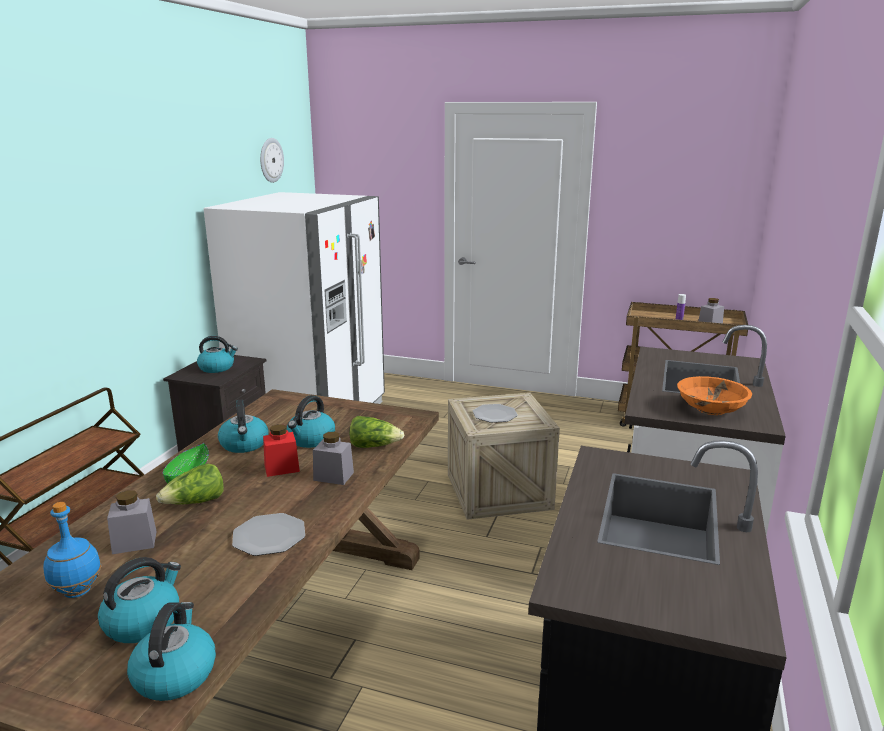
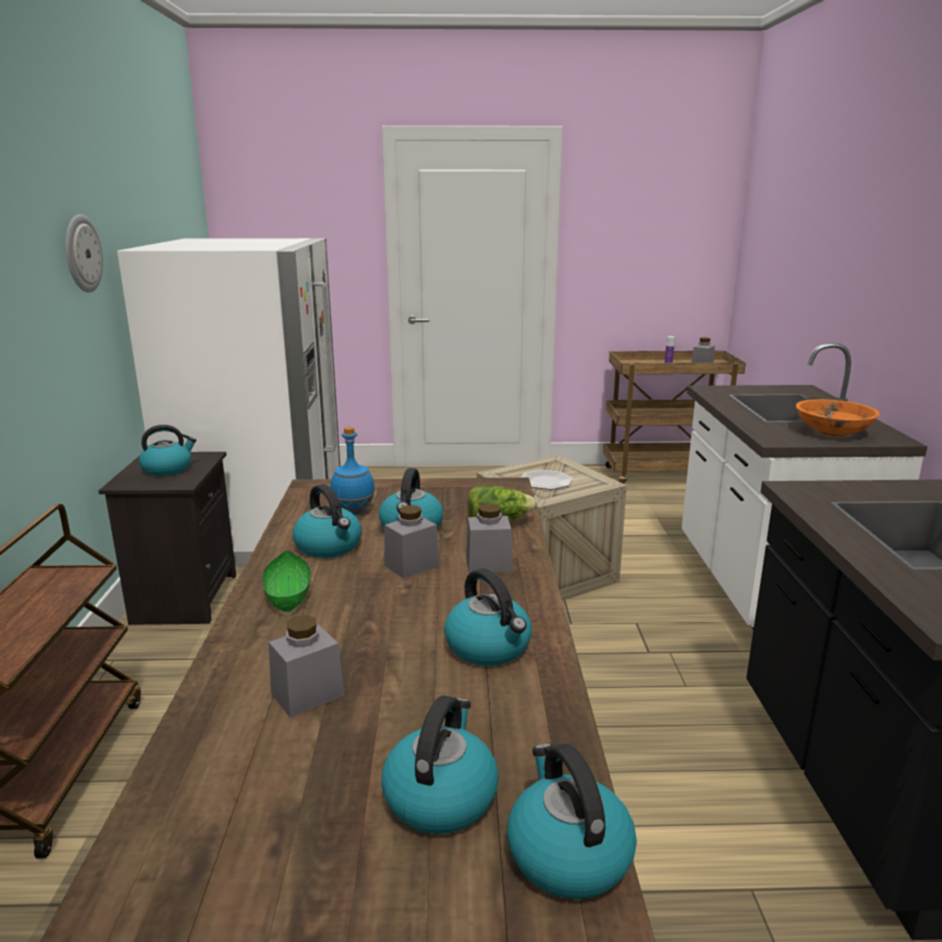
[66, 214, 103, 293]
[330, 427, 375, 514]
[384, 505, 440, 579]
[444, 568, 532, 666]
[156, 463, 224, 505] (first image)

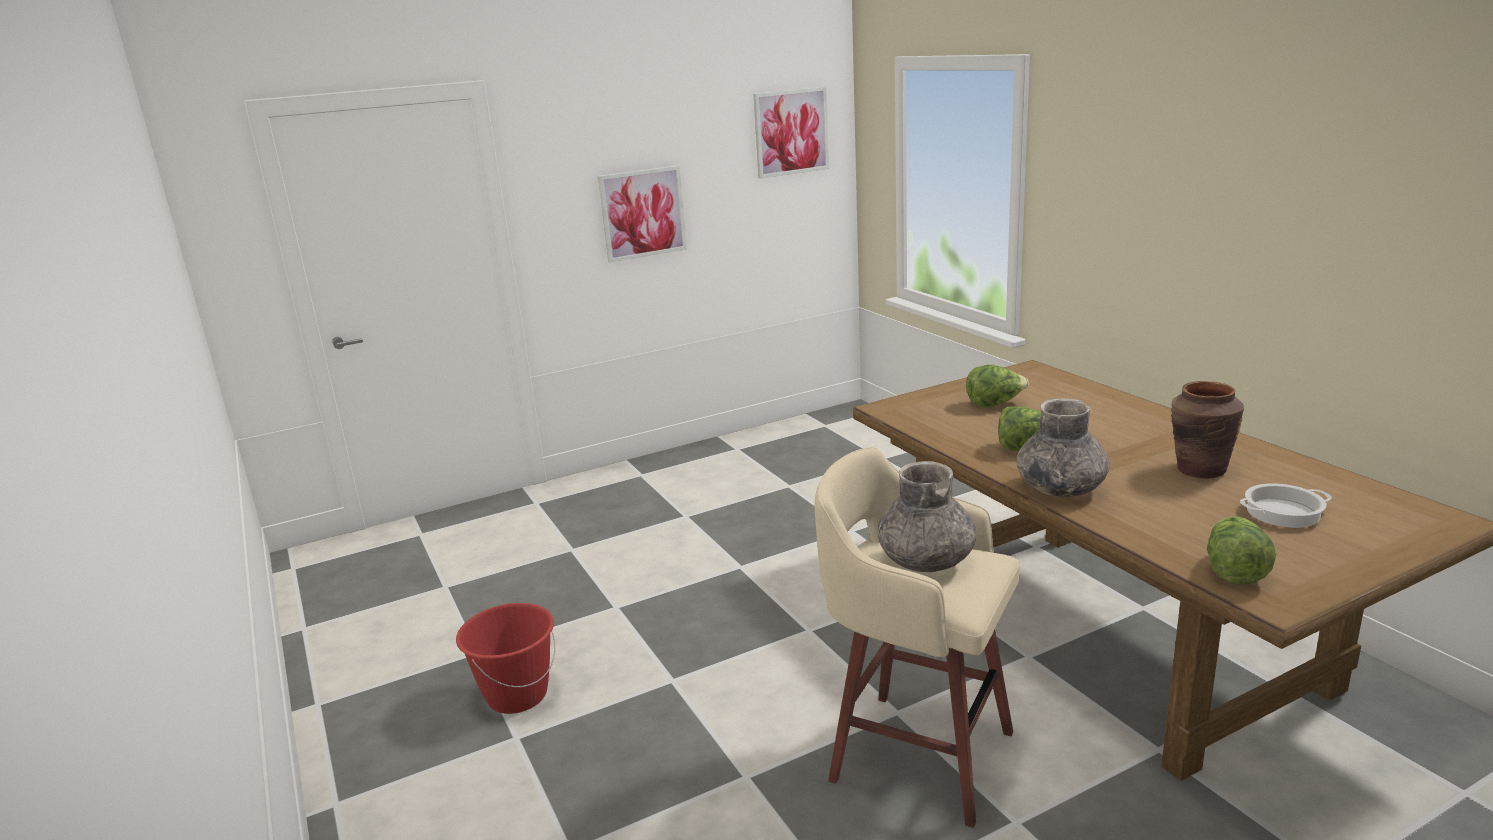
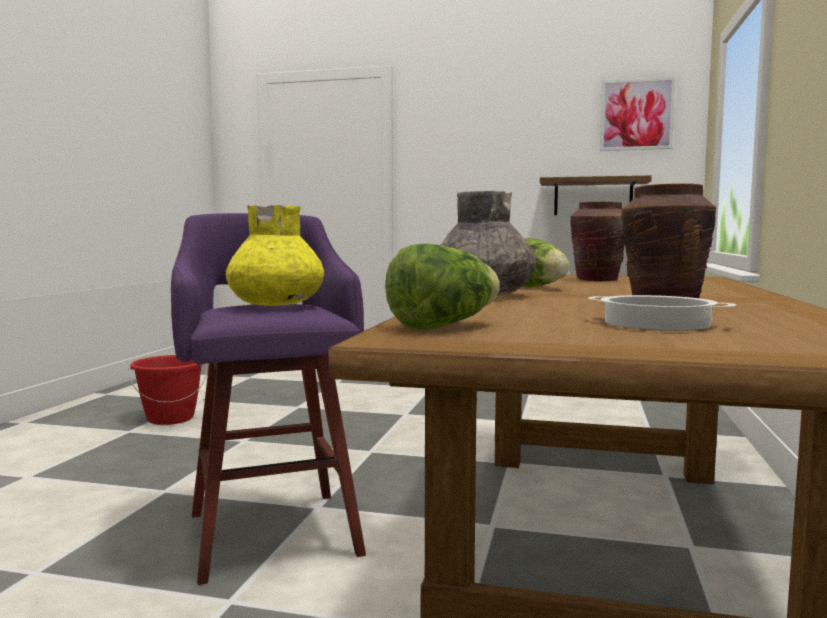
[171, 213, 366, 585]
[226, 205, 324, 306]
[540, 175, 652, 215]
[570, 201, 625, 281]
[598, 166, 687, 262] (first image)

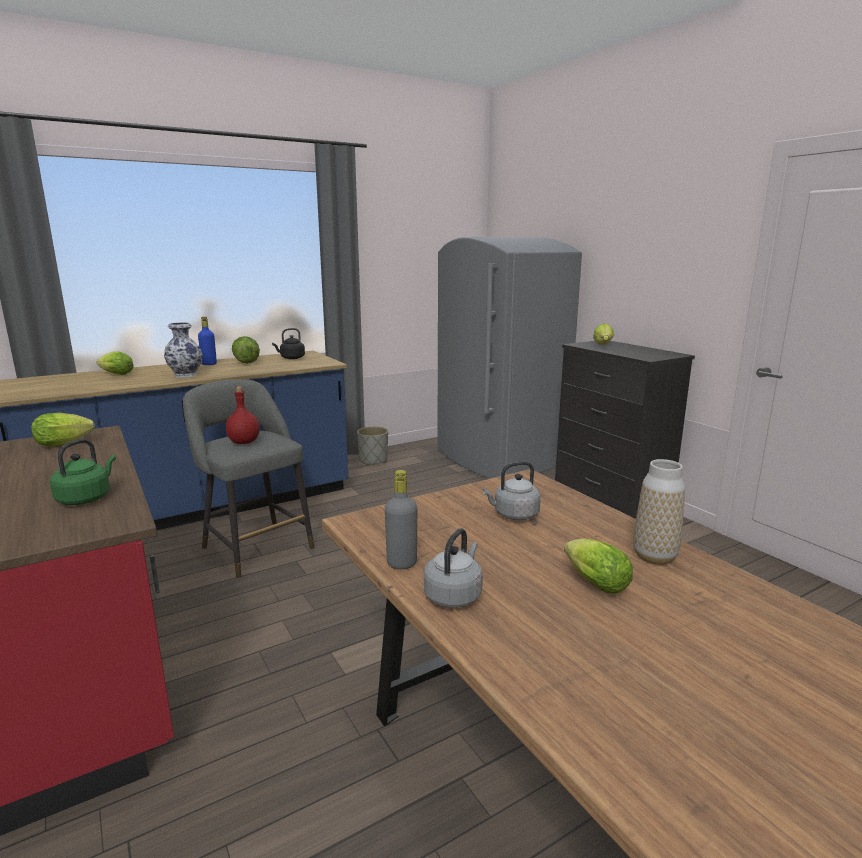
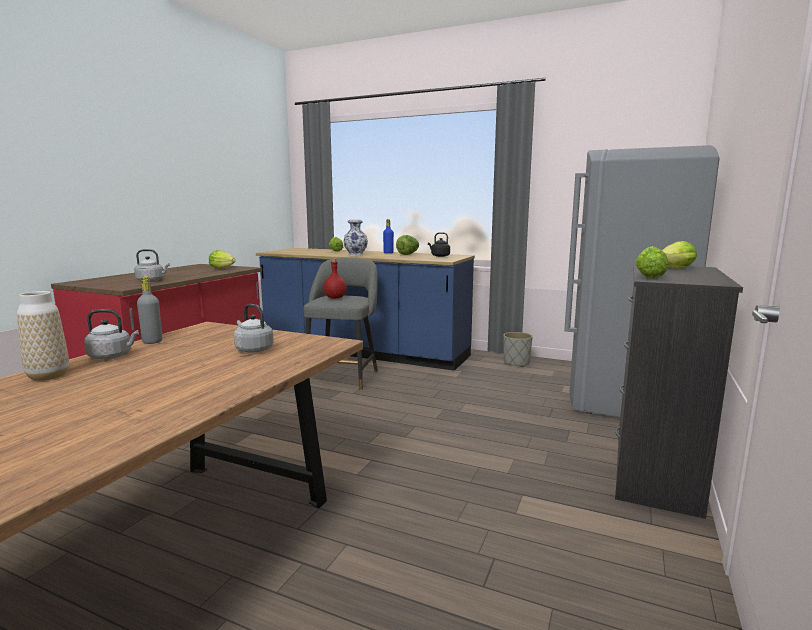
[17, 291, 69, 381]
[135, 249, 170, 282]
[635, 246, 668, 278]

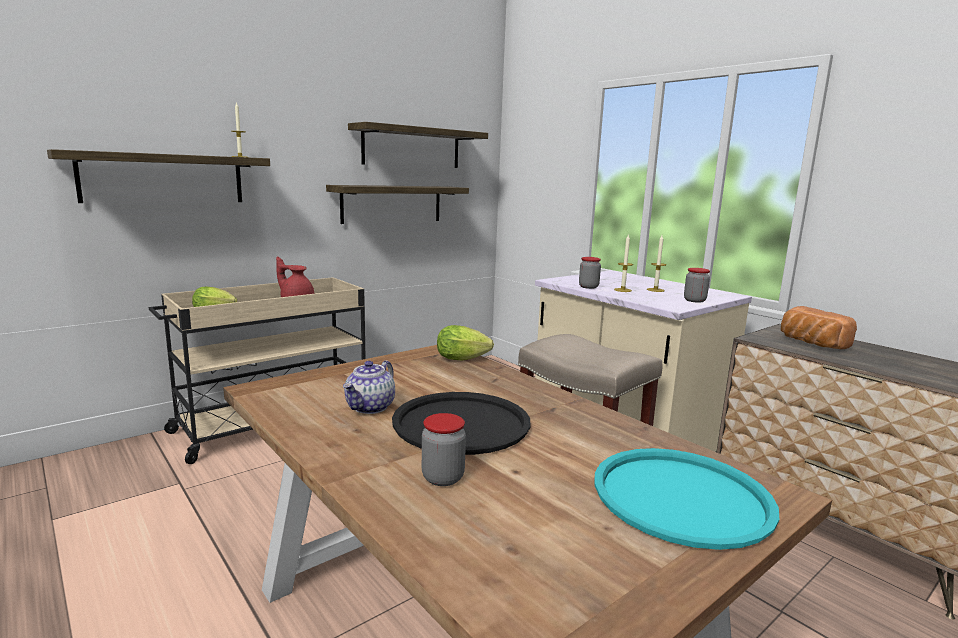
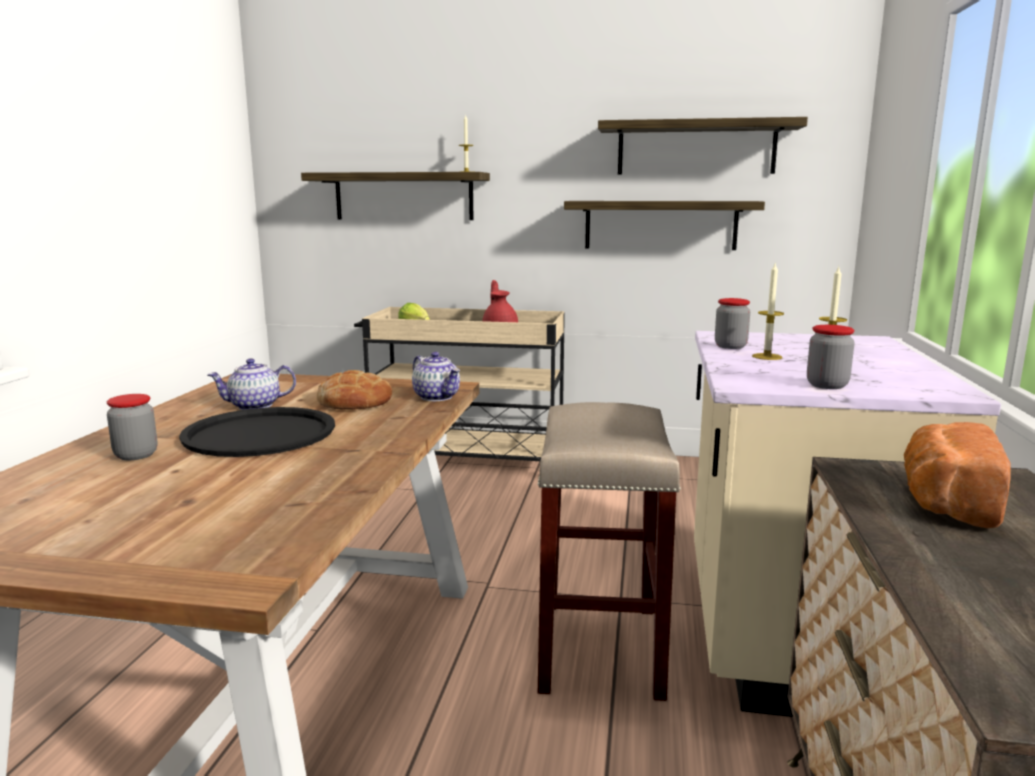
[317, 370, 392, 410]
[412, 352, 460, 401]
[594, 448, 779, 550] (first image)

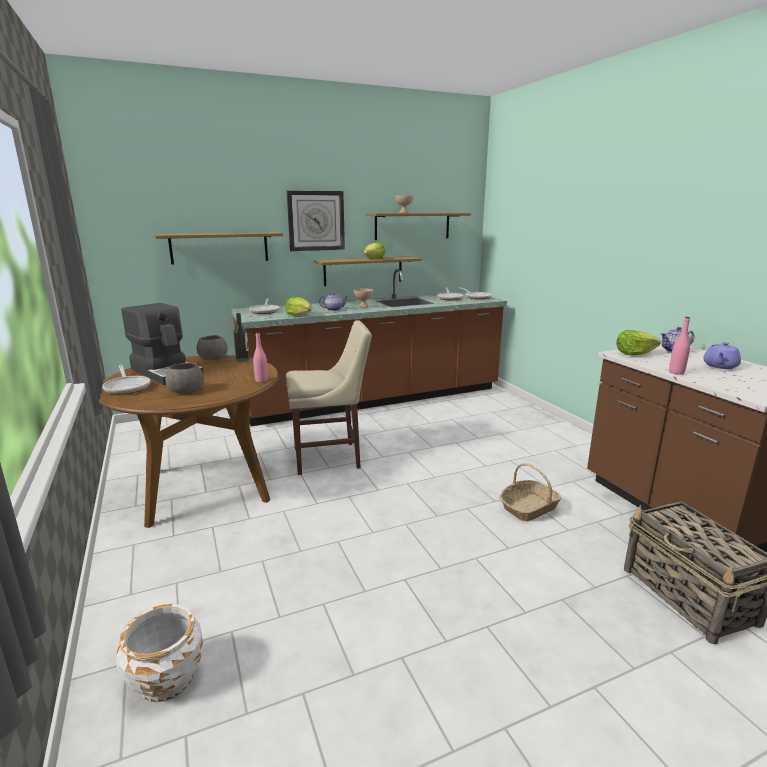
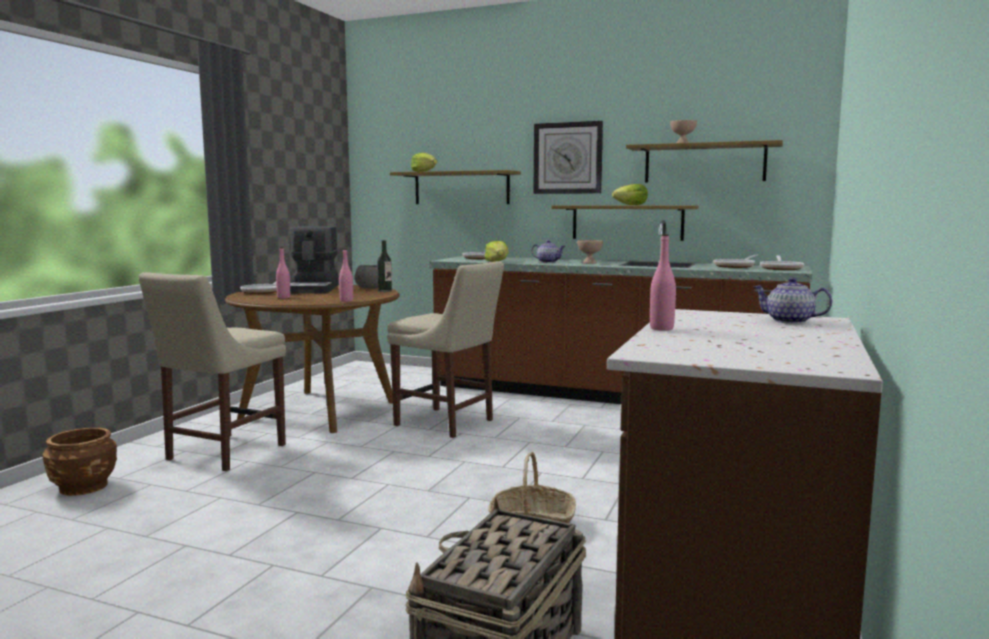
[43, 428, 117, 496]
[138, 272, 286, 471]
[276, 247, 290, 298]
[411, 153, 437, 172]
[703, 342, 741, 369] (first image)

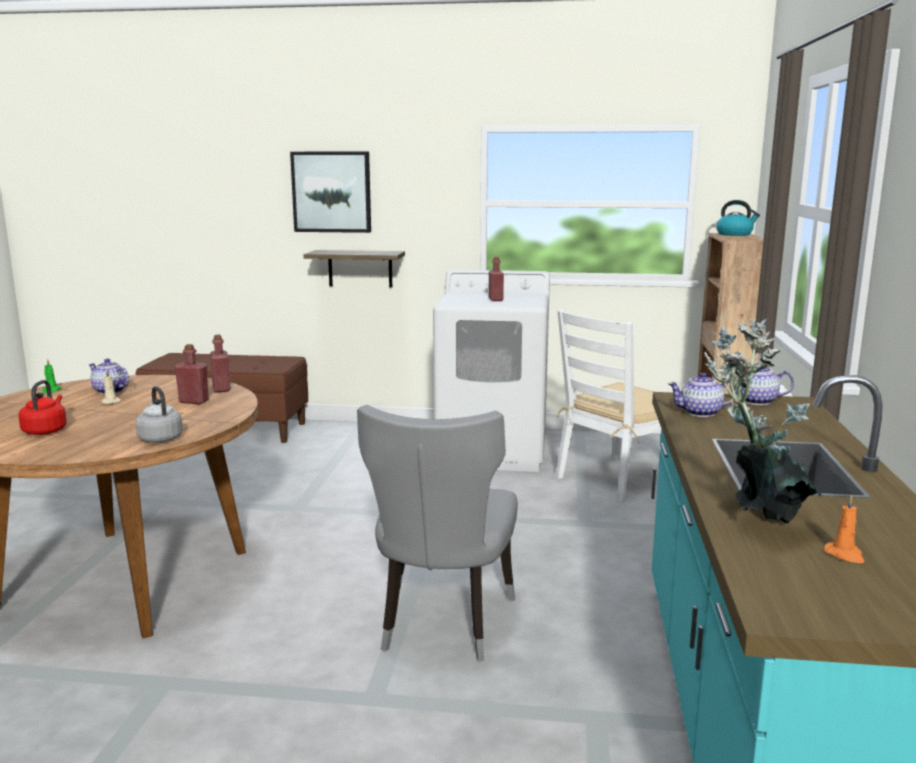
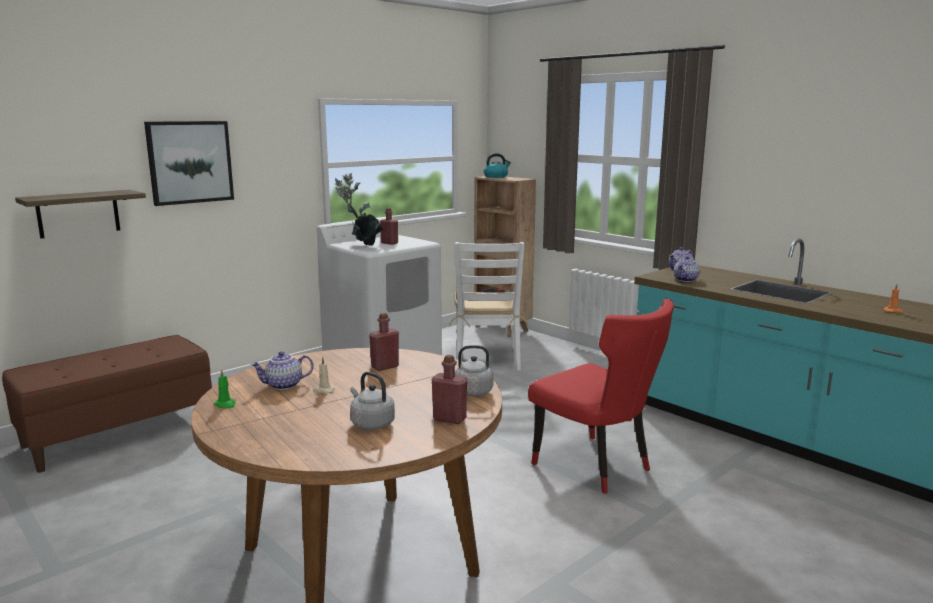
[15, 190, 146, 239]
[334, 173, 383, 246]
[350, 372, 395, 430]
[432, 355, 467, 424]
[528, 299, 674, 494]

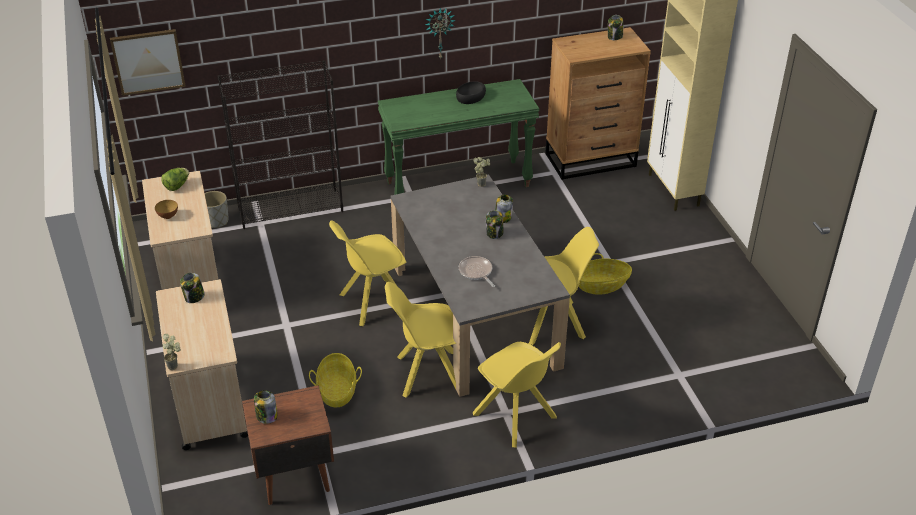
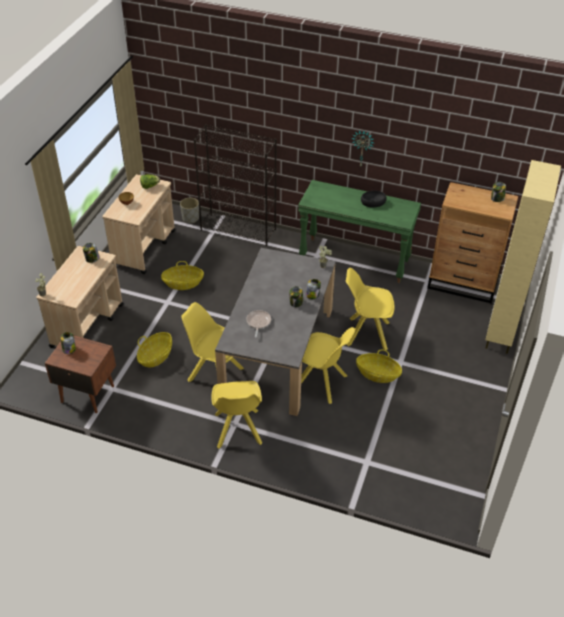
[161, 261, 204, 290]
[346, 268, 395, 350]
[110, 29, 186, 96] (first image)

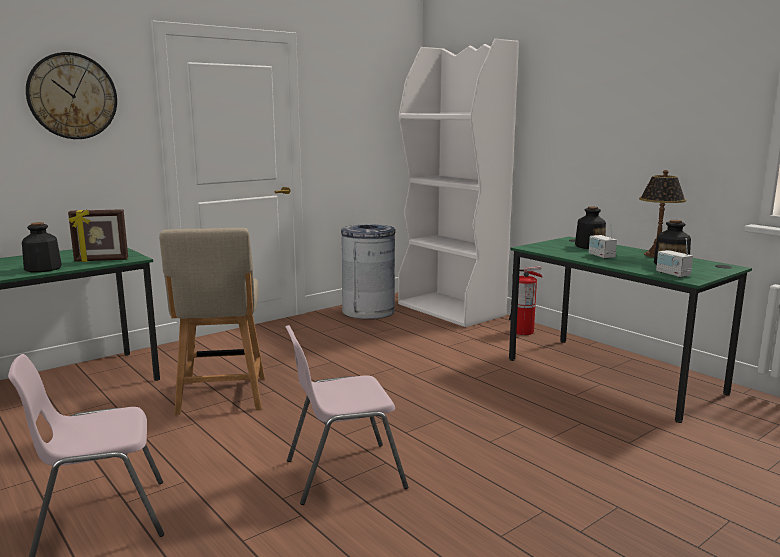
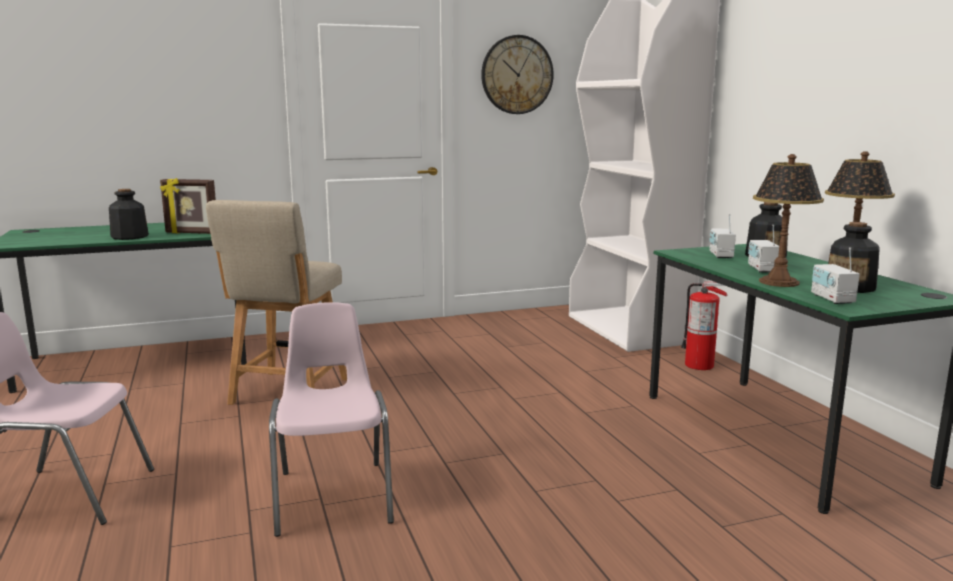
[269, 302, 394, 537]
[481, 35, 554, 114]
[709, 214, 736, 258]
[753, 154, 824, 287]
[341, 224, 395, 319] (first image)

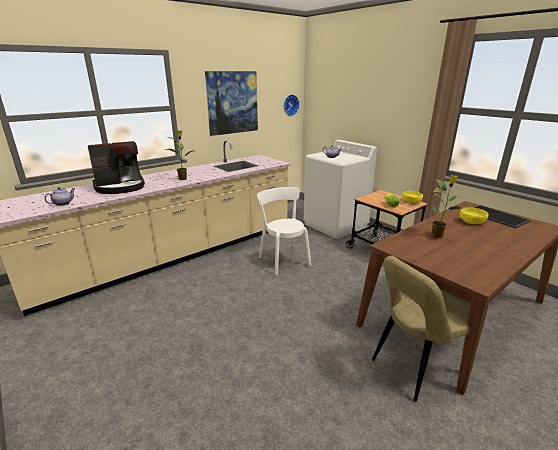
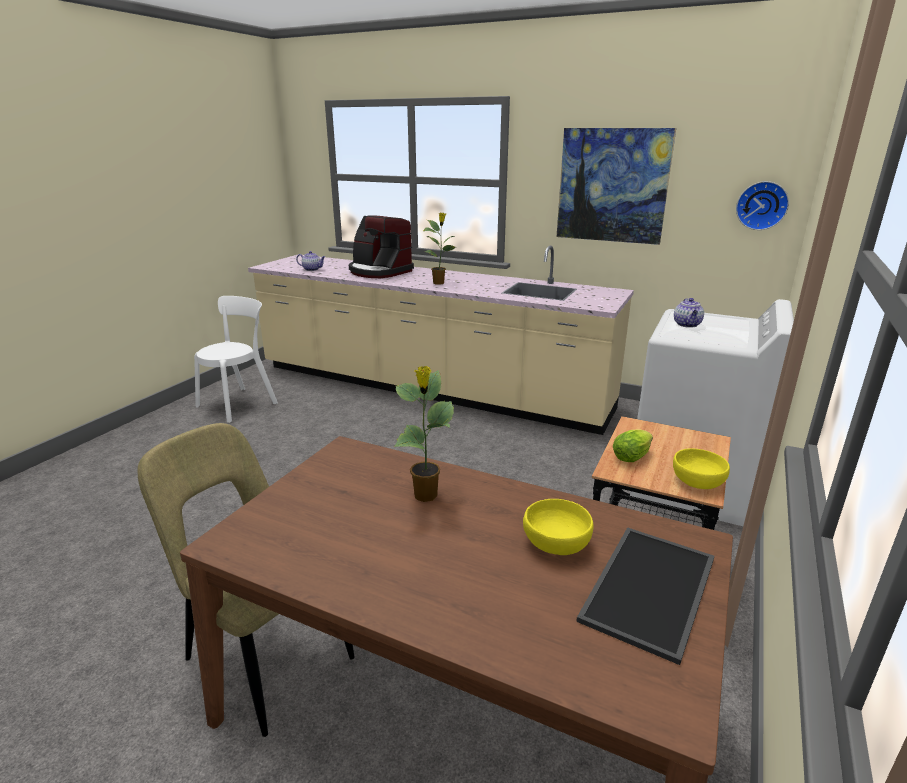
[194, 296, 278, 423]

